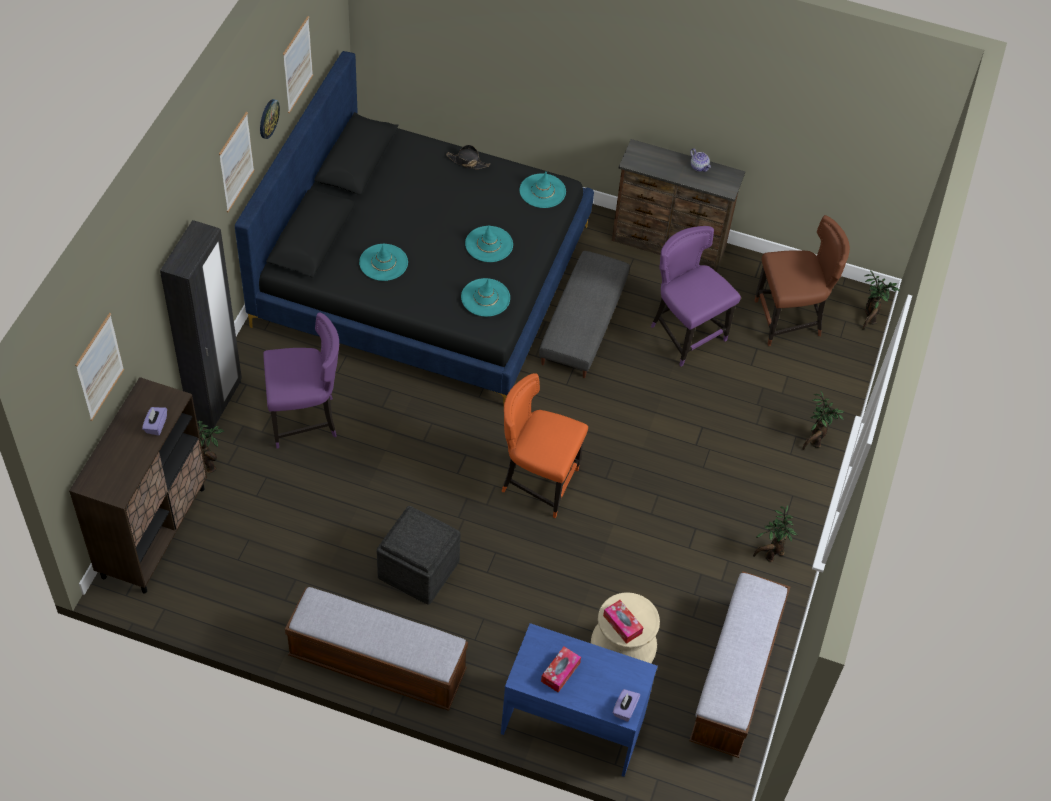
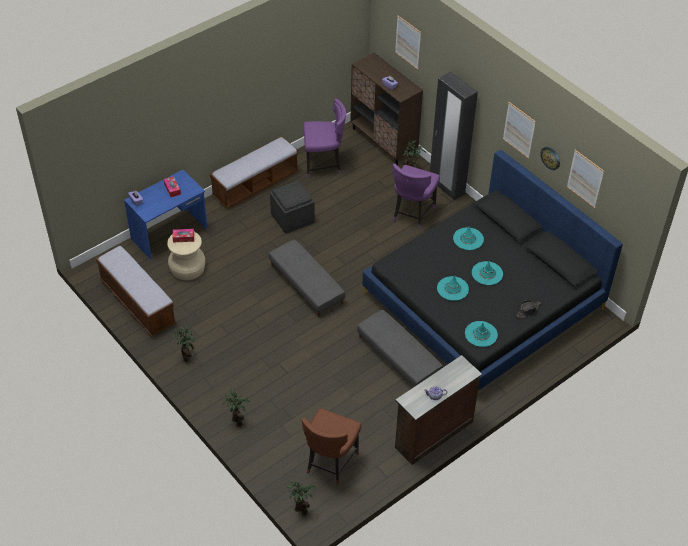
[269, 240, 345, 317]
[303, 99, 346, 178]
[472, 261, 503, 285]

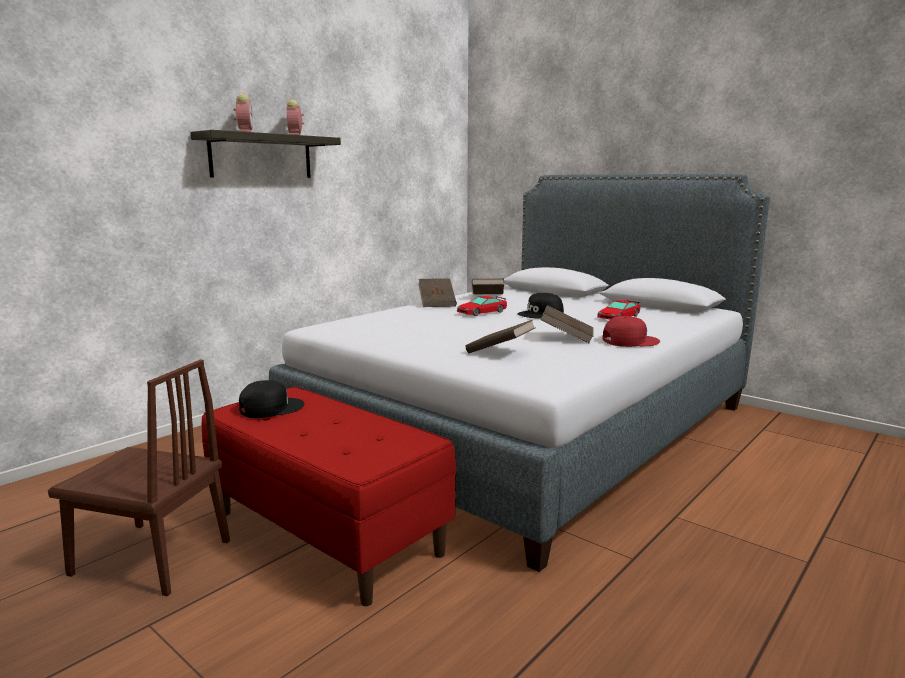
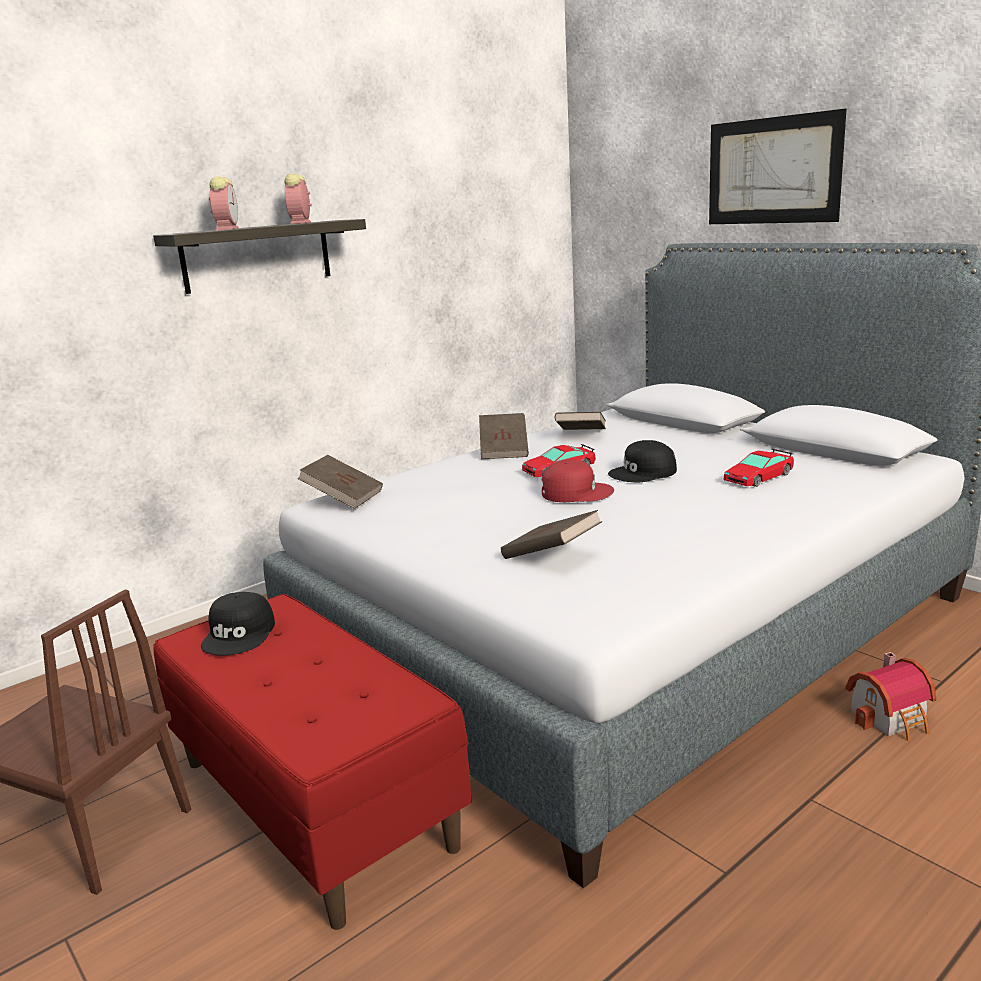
[201, 592, 275, 655]
[298, 455, 383, 509]
[542, 460, 614, 502]
[709, 109, 847, 224]
[845, 652, 936, 741]

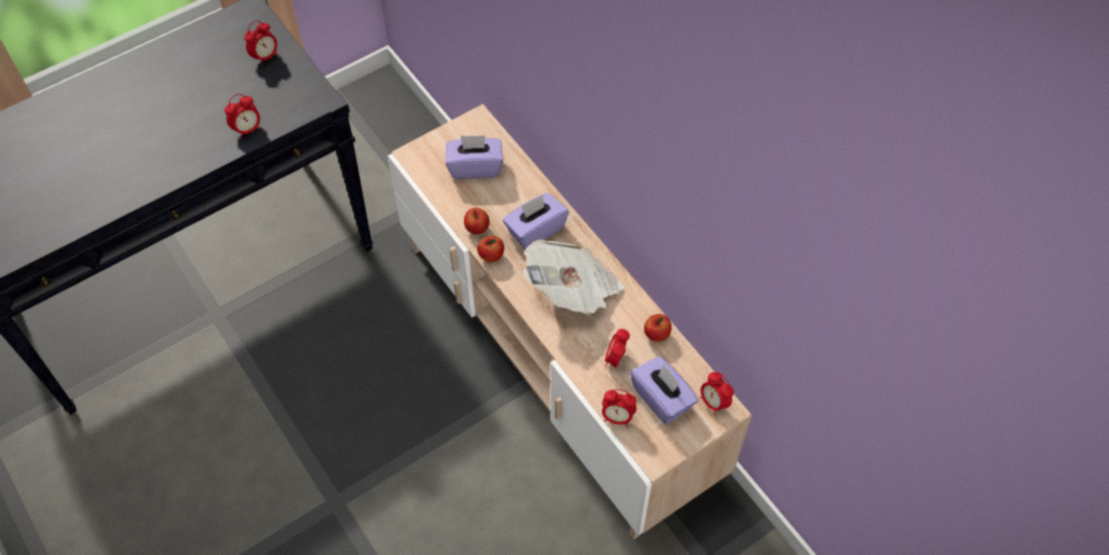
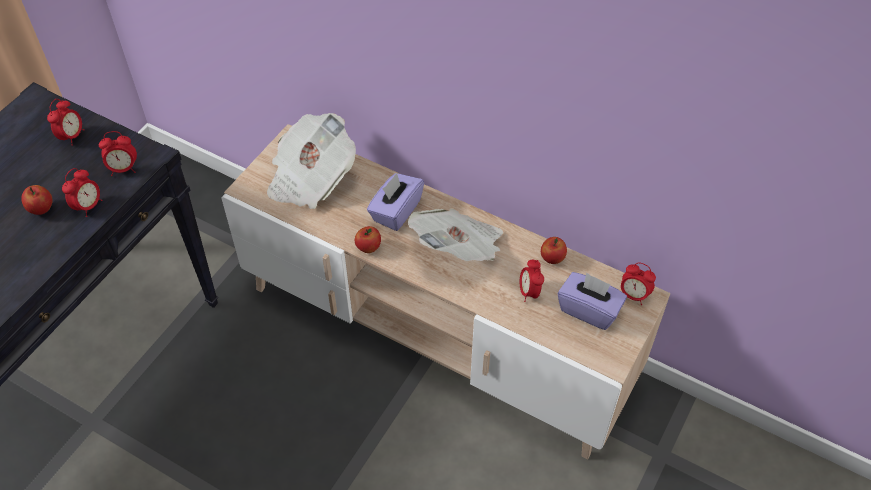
[21, 185, 53, 215]
[99, 131, 137, 176]
[267, 113, 356, 209]

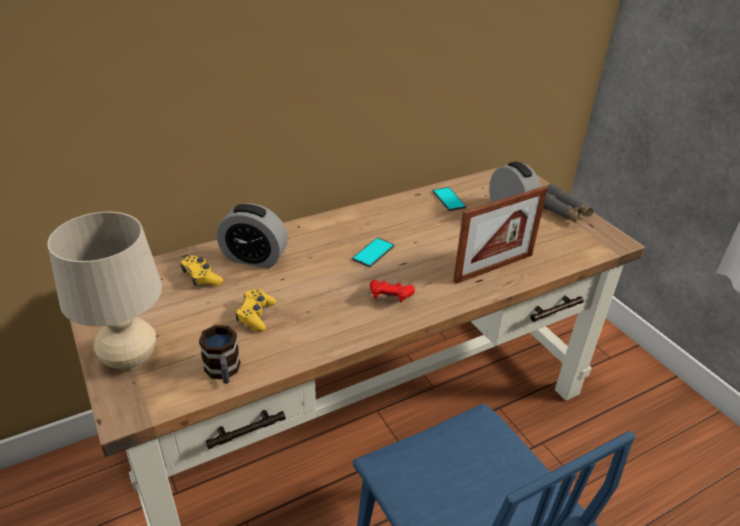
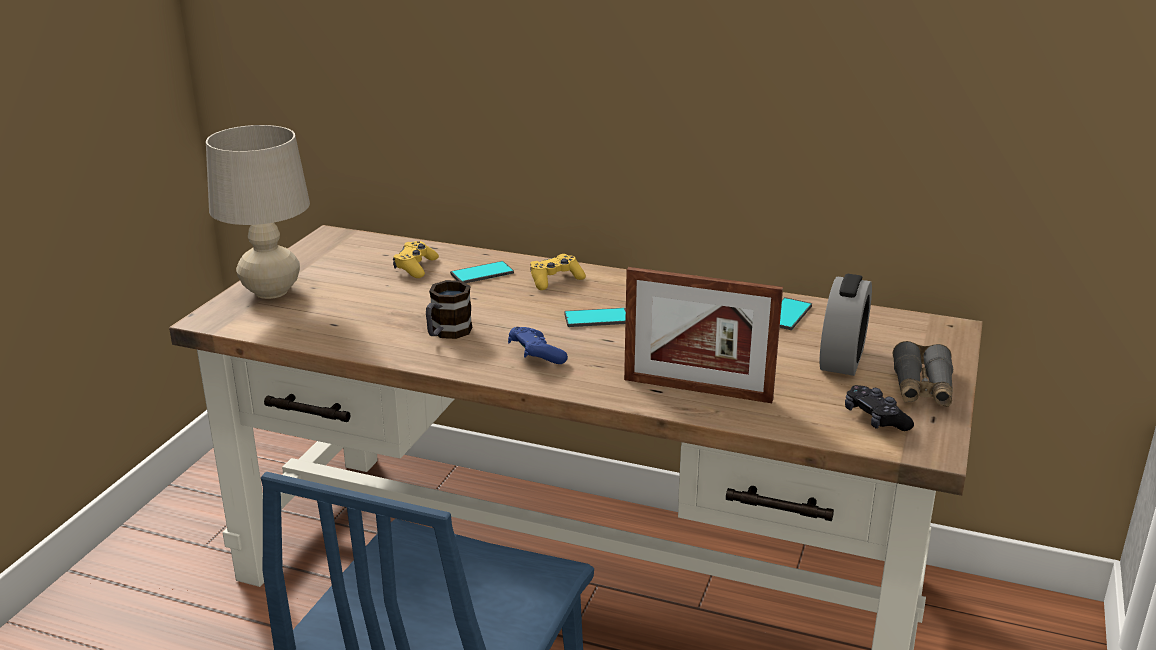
[426, 280, 472, 339]
[450, 261, 514, 283]
[508, 327, 568, 364]
[530, 254, 586, 290]
[845, 385, 914, 431]

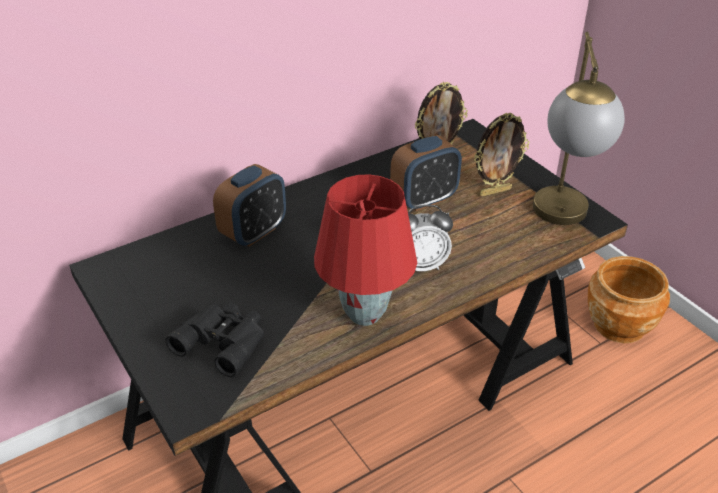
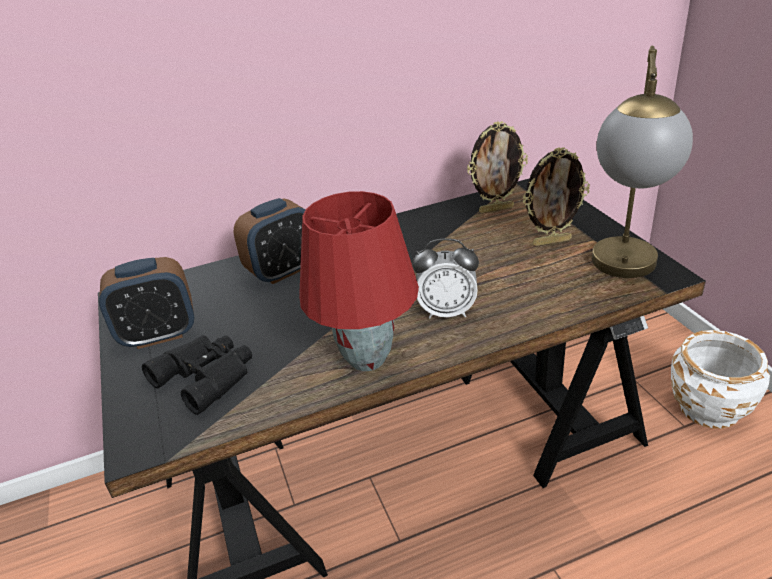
[99, 257, 194, 349]
[671, 330, 770, 429]

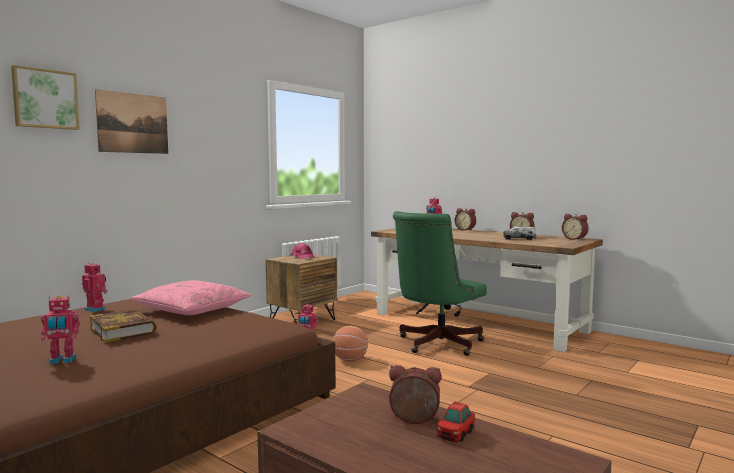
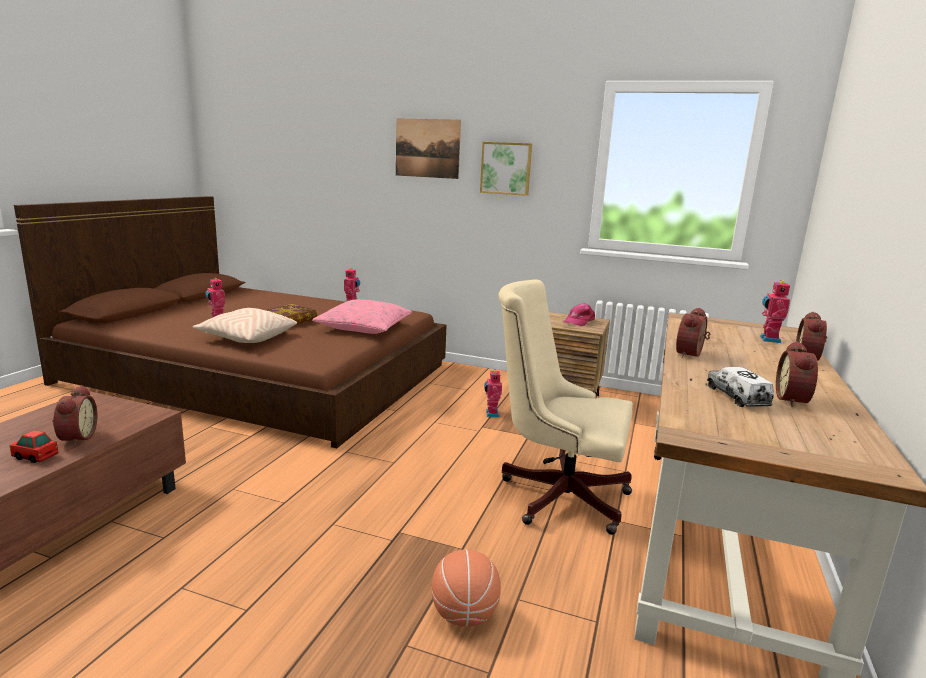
[193, 308, 297, 343]
[432, 550, 501, 627]
[480, 142, 532, 196]
[498, 279, 633, 535]
[676, 308, 710, 358]

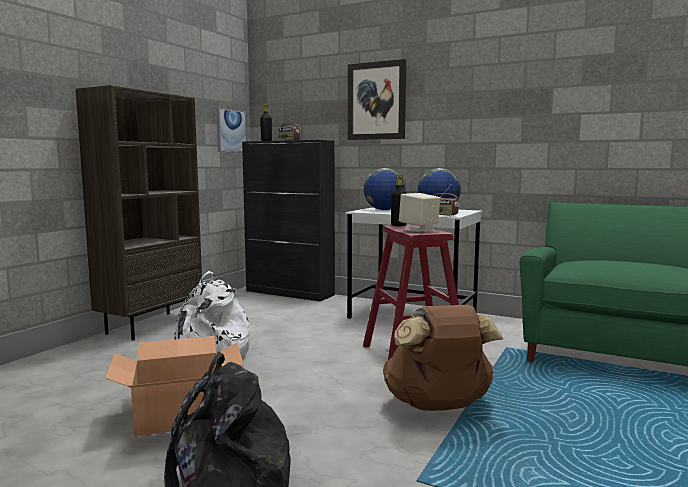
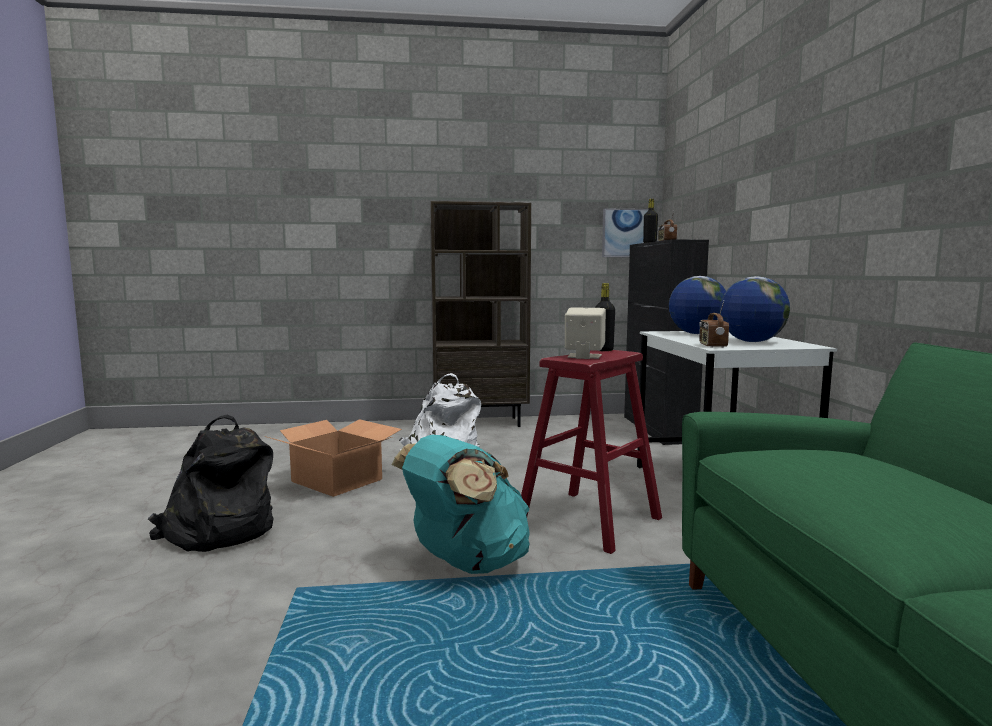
[392, 435, 530, 574]
[348, 59, 406, 140] (first image)

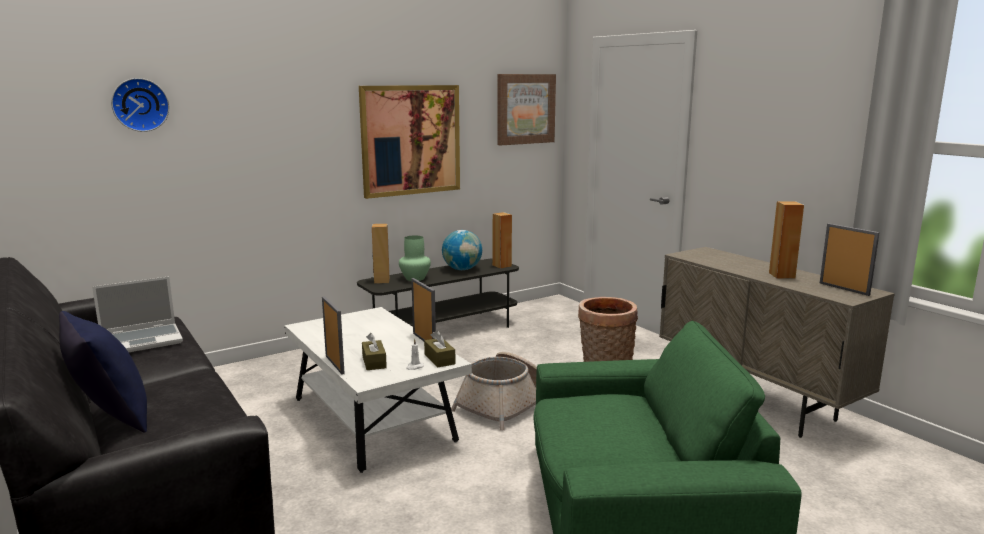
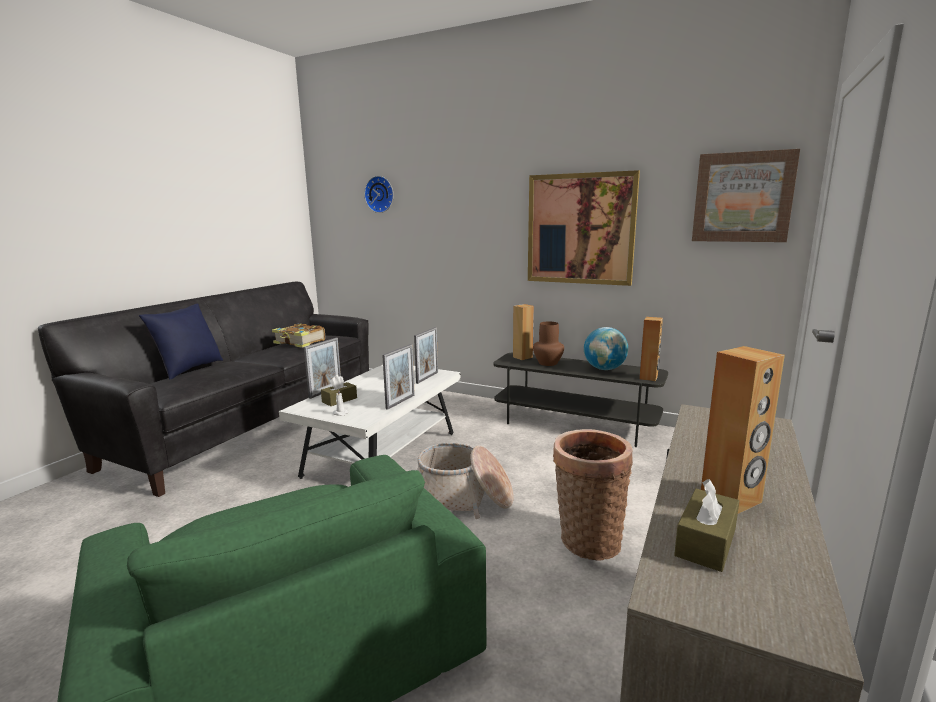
[272, 323, 325, 348]
[414, 327, 438, 384]
[533, 321, 564, 366]
[674, 479, 739, 572]

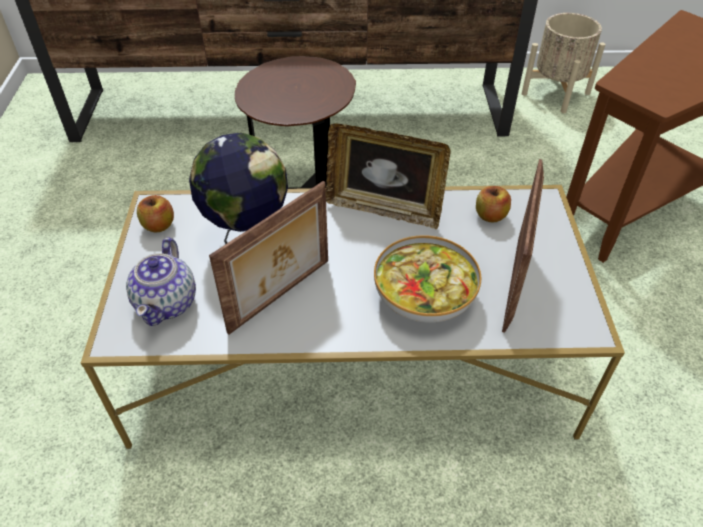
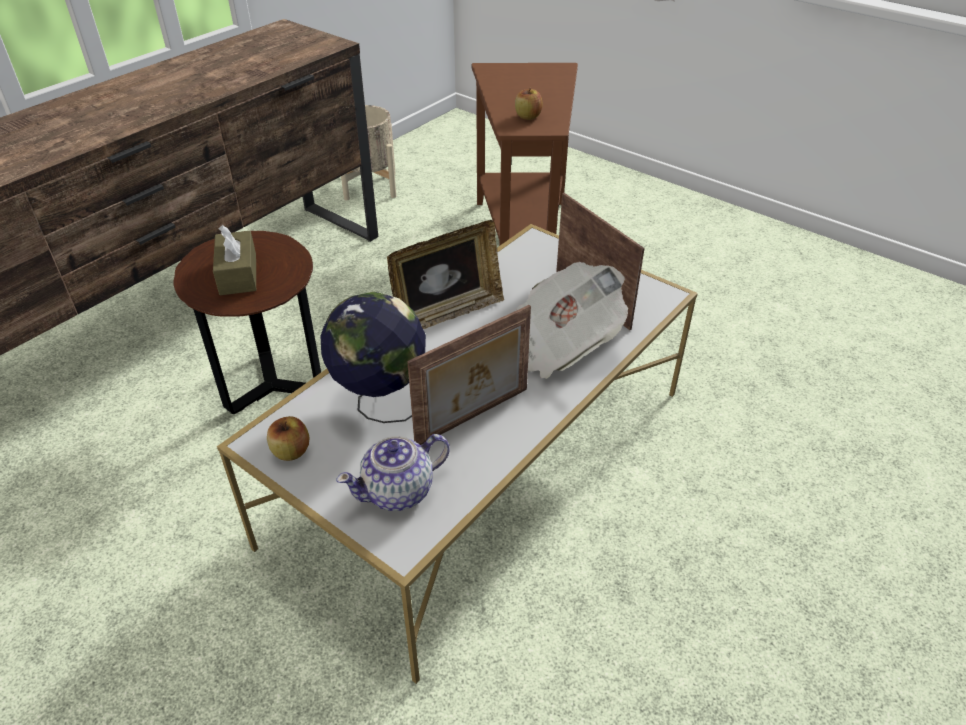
[213, 225, 256, 295]
[336, 434, 450, 511]
[407, 305, 531, 445]
[515, 88, 543, 120]
[516, 262, 628, 379]

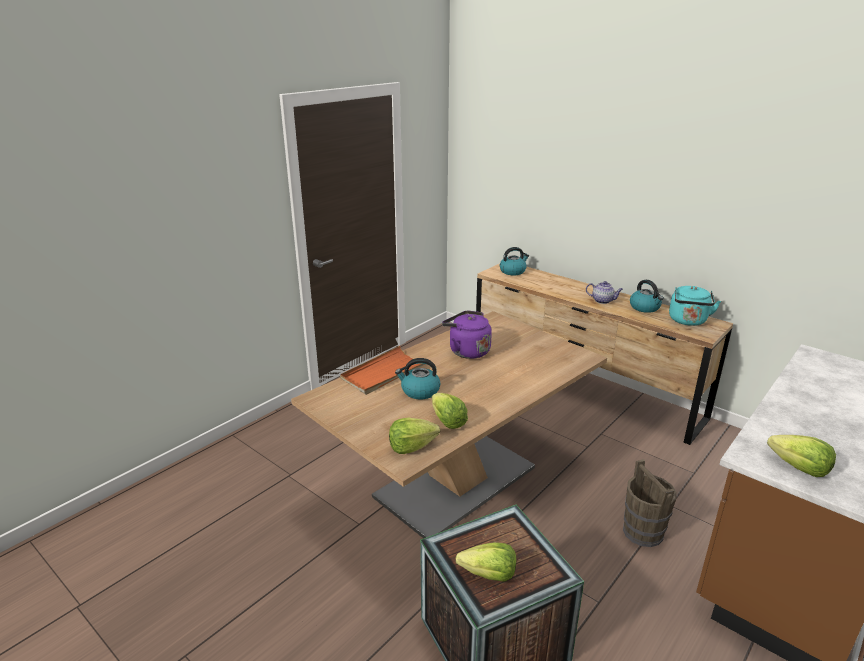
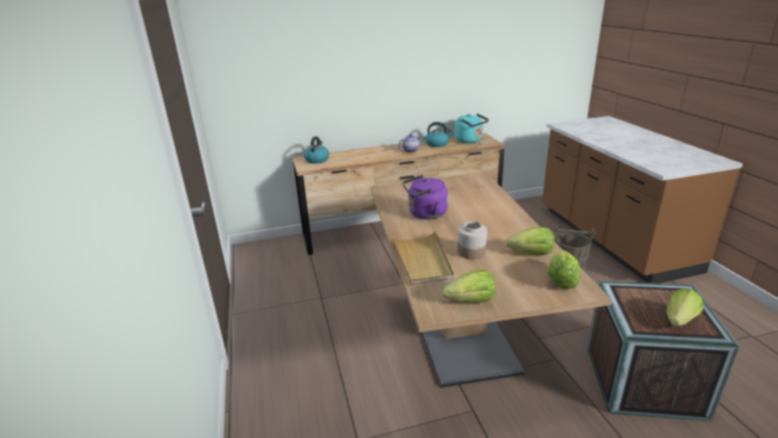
[391, 231, 454, 285]
[442, 269, 496, 303]
[457, 221, 487, 259]

